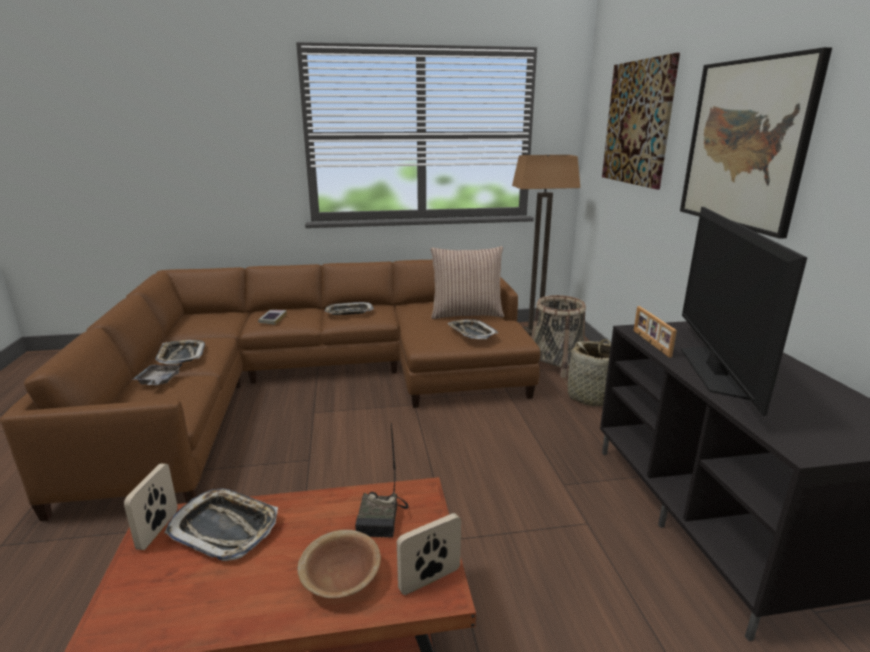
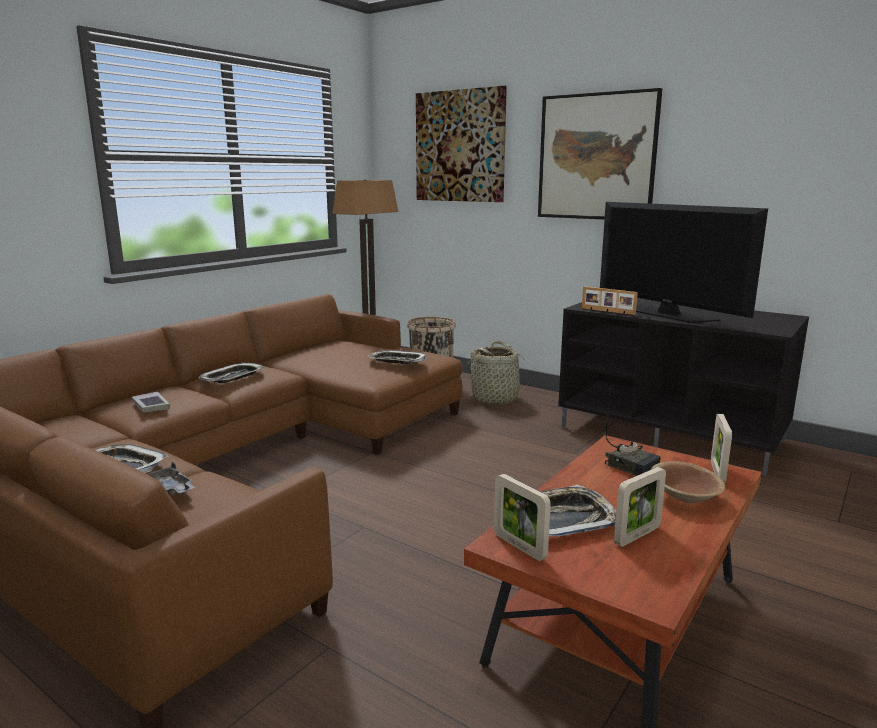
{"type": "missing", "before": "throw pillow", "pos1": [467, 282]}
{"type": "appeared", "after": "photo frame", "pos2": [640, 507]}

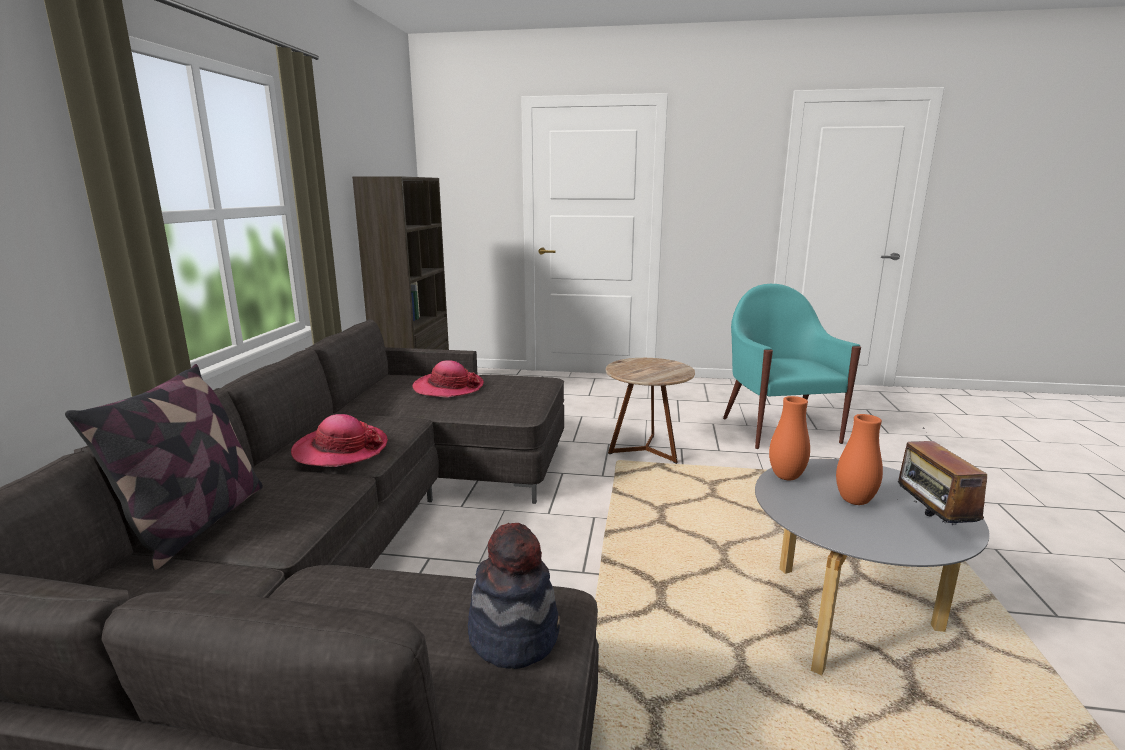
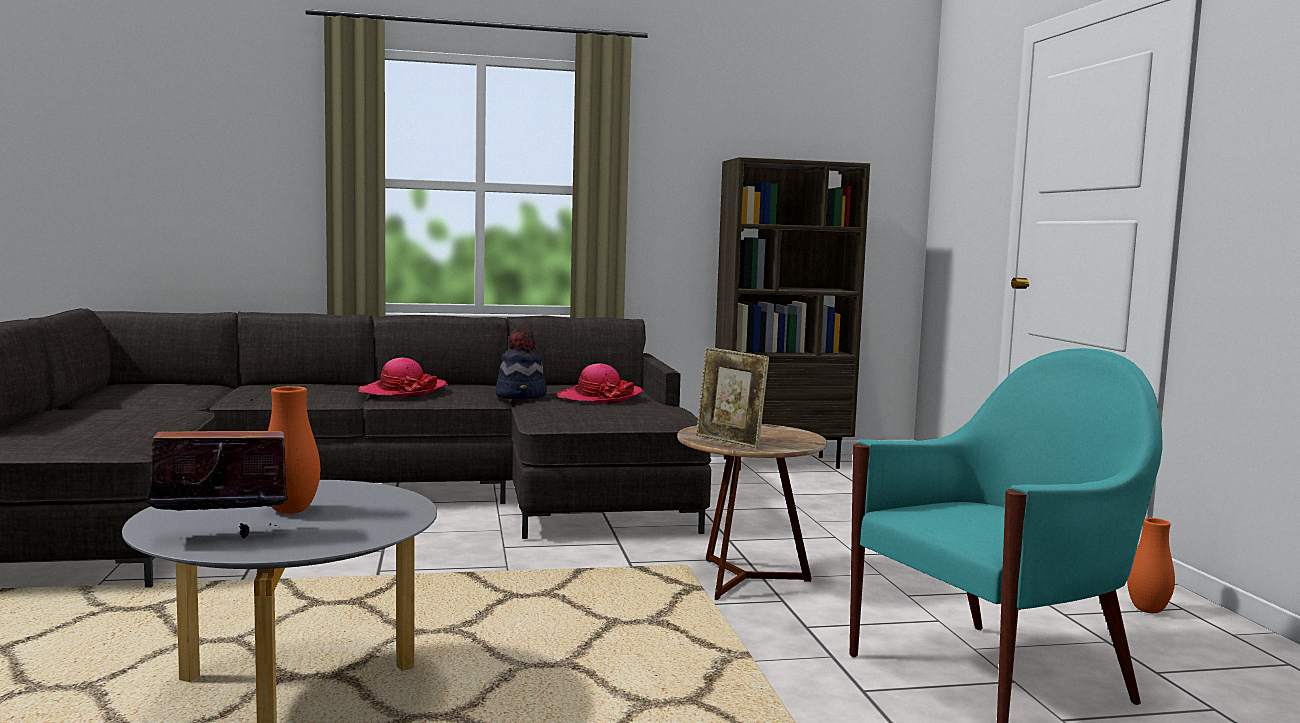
{"type": "missing", "before": "throw pillow", "pos1": [164, 467]}
{"type": "relocated", "before": "wearable hat", "pos1": [514, 596], "pos2": [521, 363]}
{"type": "relocated", "before": "decorative vase (orangey)", "pos1": [789, 438], "pos2": [1151, 565]}
{"type": "appeared", "after": "photo frame", "pos2": [732, 398]}

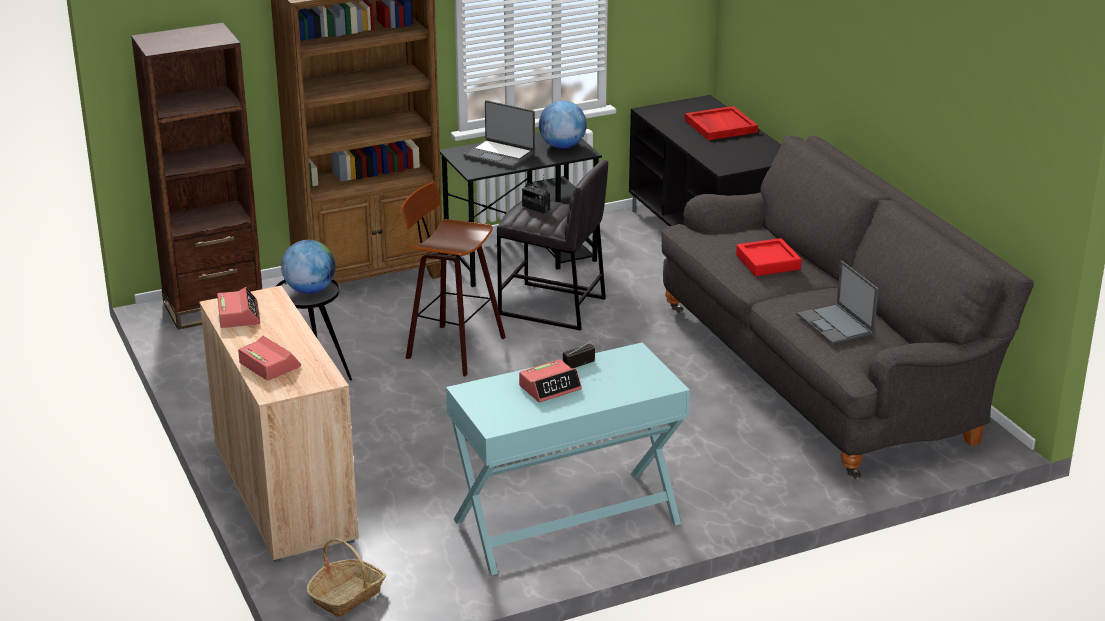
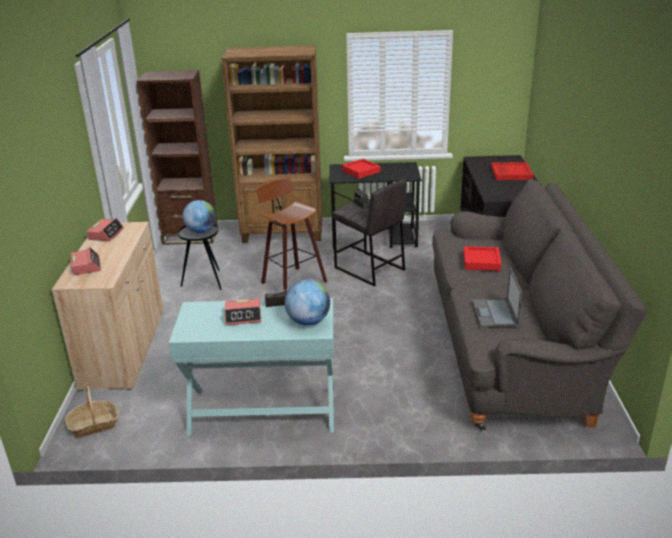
{"type": "exchanged", "before": "portable computer", "after": "serving tray (reddish)", "pos1": [499, 134], "pos2": [361, 169]}
{"type": "relocated", "before": "world globe", "pos1": [563, 124], "pos2": [307, 302]}

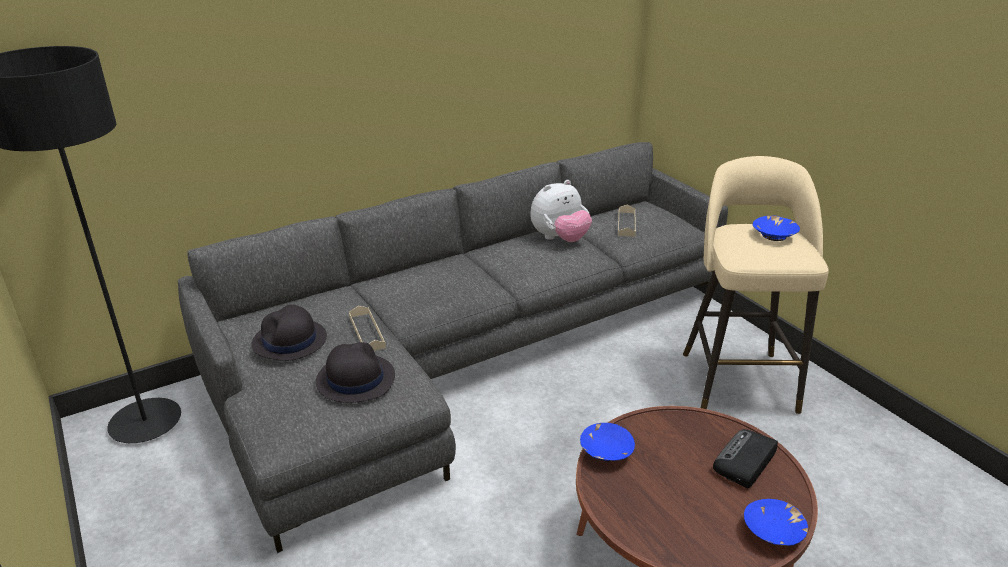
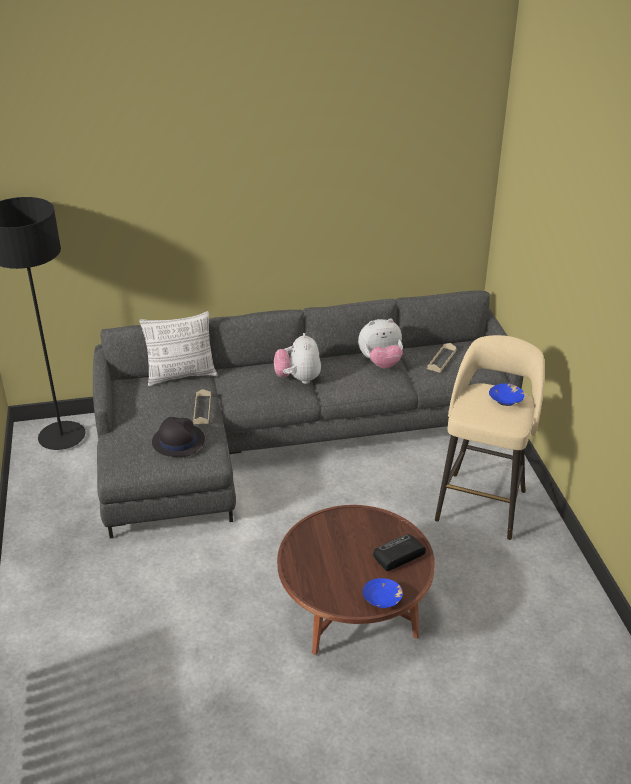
{"type": "missing", "before": "wearable hat (black-coloured)", "pos1": [289, 333]}
{"type": "missing", "before": "serving bowl (blue-coloured)", "pos1": [607, 442]}
{"type": "appeared", "after": "throw pillow", "pos2": [178, 348]}
{"type": "appeared", "after": "plush toy", "pos2": [297, 358]}

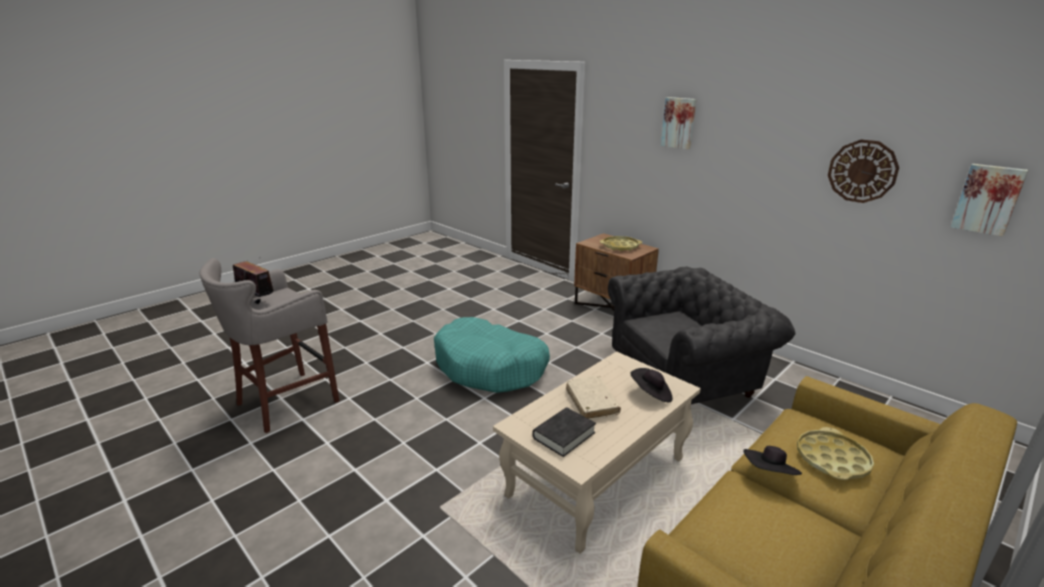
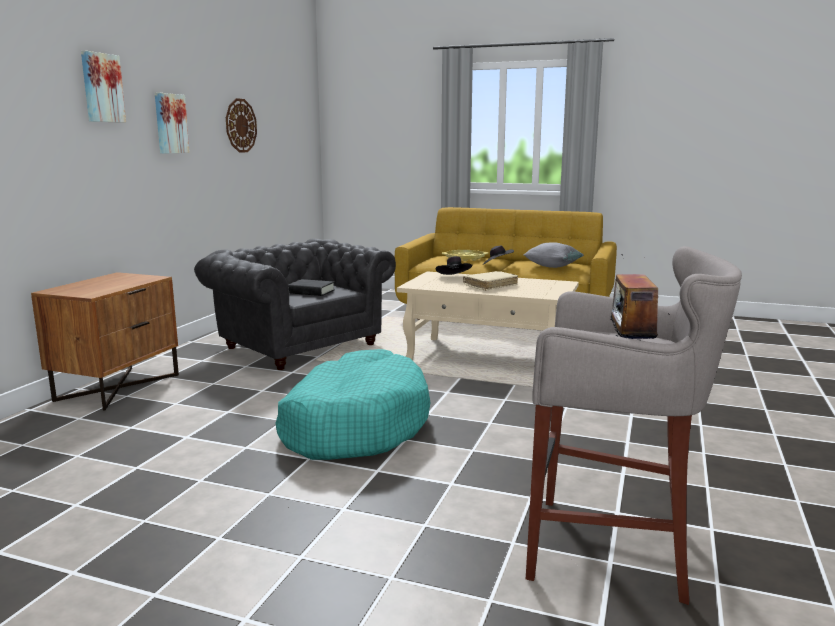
{"type": "relocated", "before": "volume (black-coloured)", "pos1": [564, 432], "pos2": [311, 287]}
{"type": "missing", "before": "serving tray (yellowish)", "pos1": [621, 243]}
{"type": "relocated", "before": "picture", "pos1": [989, 200], "pos2": [172, 123]}
{"type": "appeared", "after": "throw pillow (grey)", "pos2": [554, 255]}

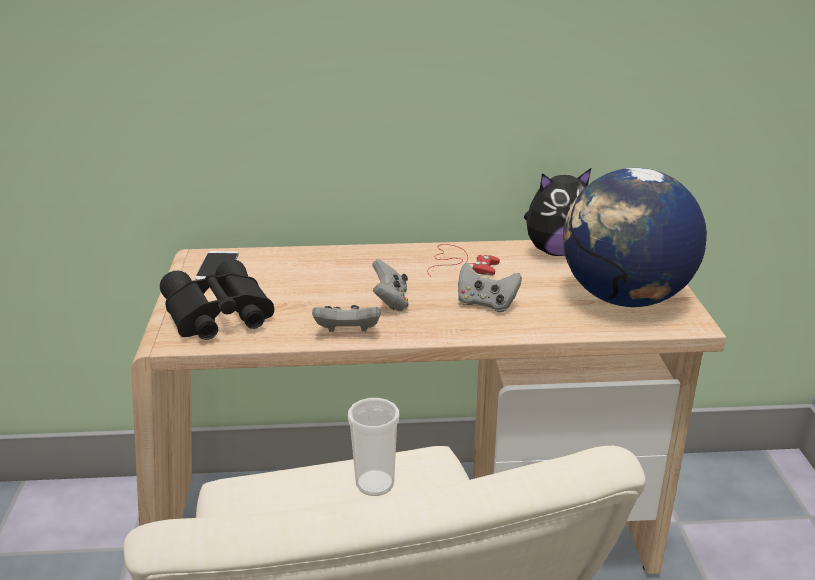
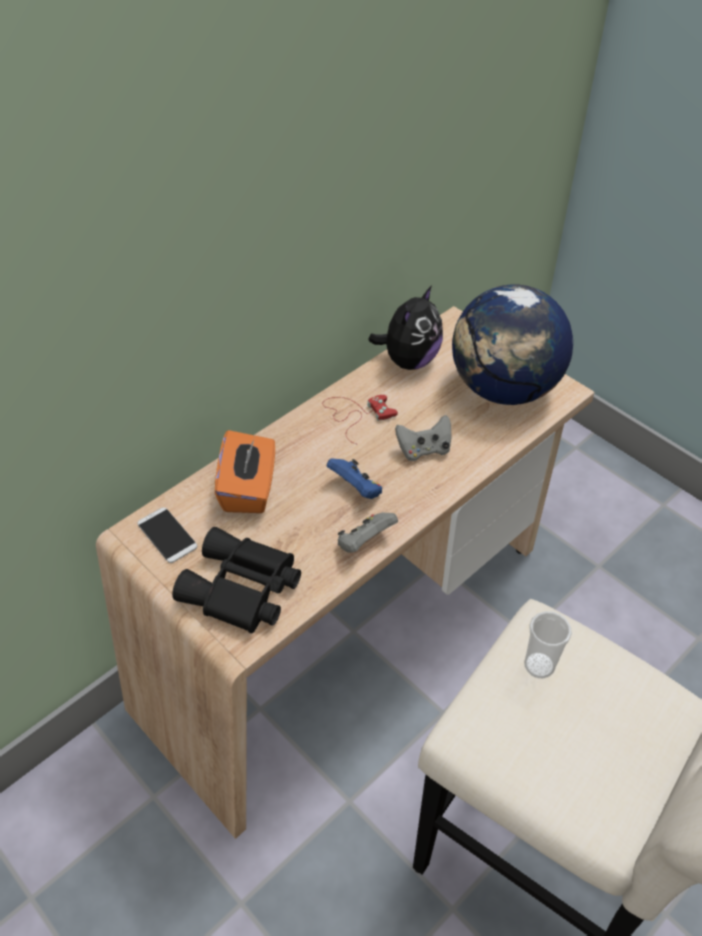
{"type": "colour", "before": "gamepad (grey)", "after": "gamepad (blue-coloured)", "pos1": [390, 285], "pos2": [354, 479]}
{"type": "appeared", "after": "tissue holder (orangey)", "pos2": [245, 471]}

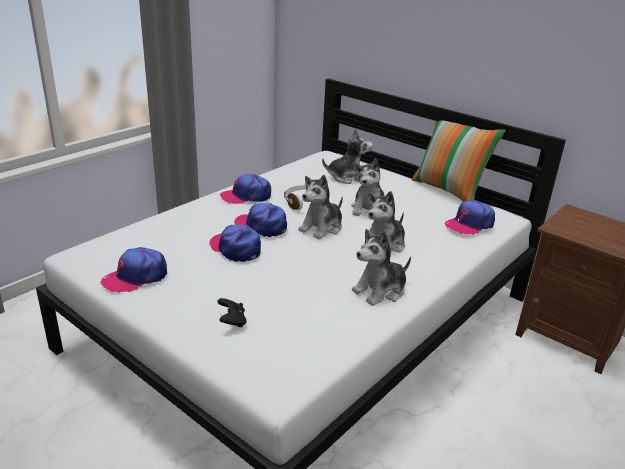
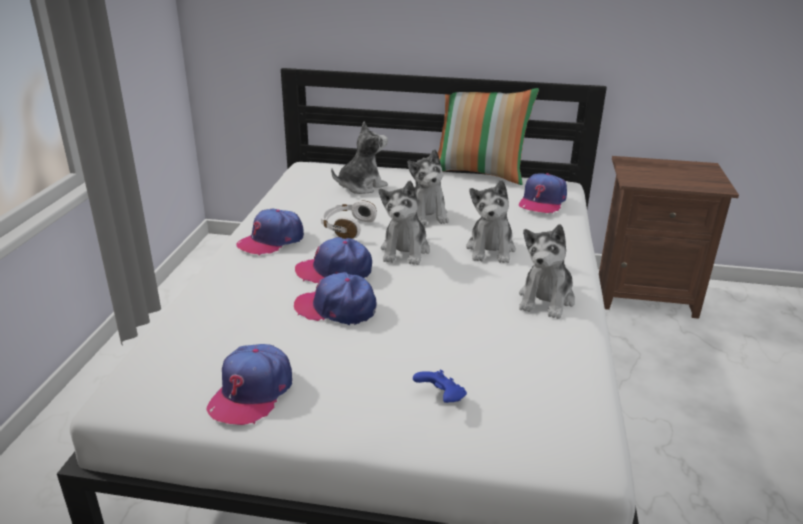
{"type": "colour", "before": "gamepad (black-coloured)", "after": "gamepad (blue-coloured)", "pos1": [232, 313], "pos2": [440, 386]}

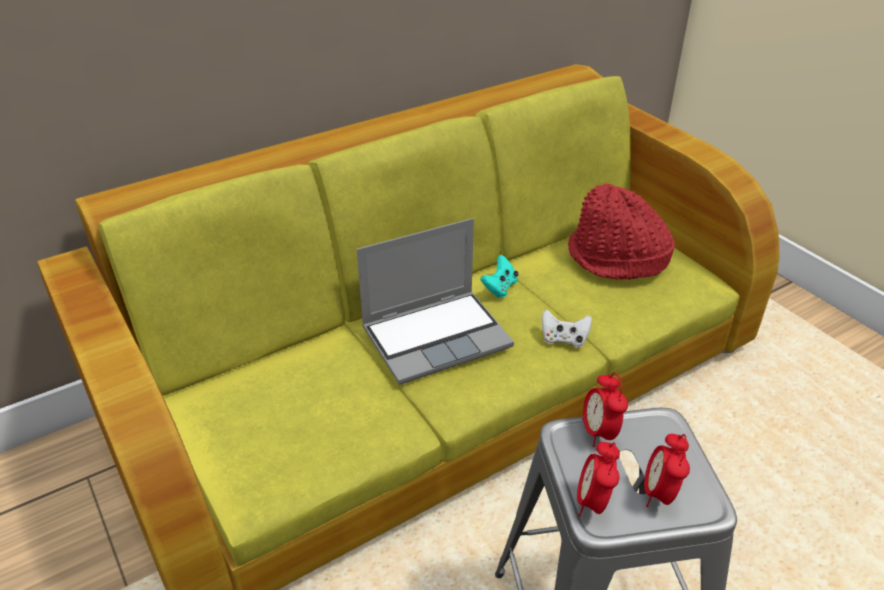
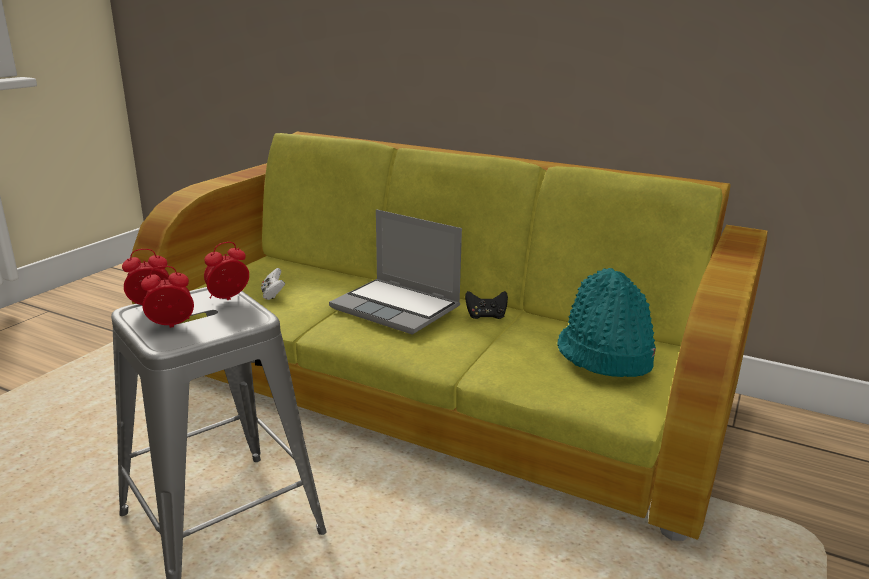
{"type": "colour", "before": "gamepad (blue-green)", "after": "gamepad (black-coloured)", "pos1": [499, 276], "pos2": [486, 305]}
{"type": "relocated", "before": "gamepad (white-coloured)", "pos1": [567, 329], "pos2": [273, 284]}
{"type": "colour", "before": "wearable hat (reddish)", "after": "wearable hat (blue-green)", "pos1": [621, 232], "pos2": [606, 322]}

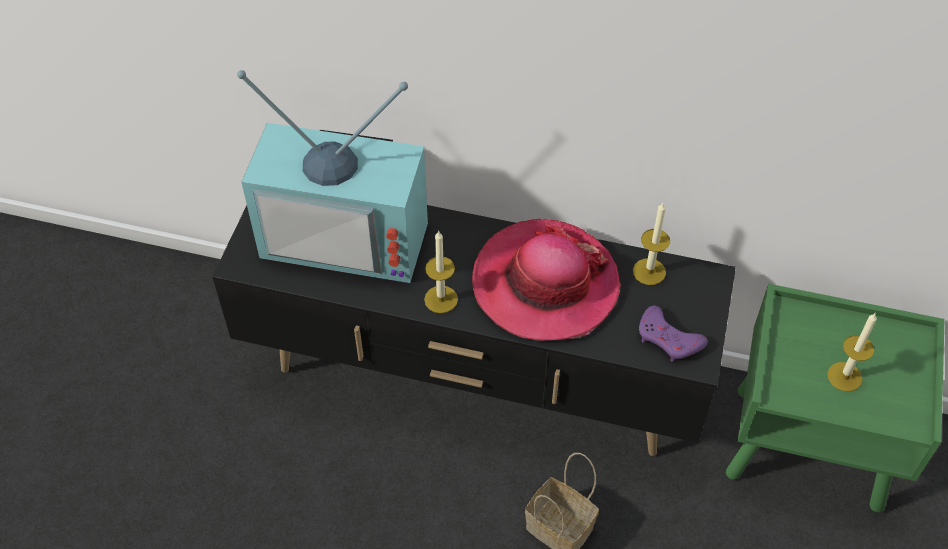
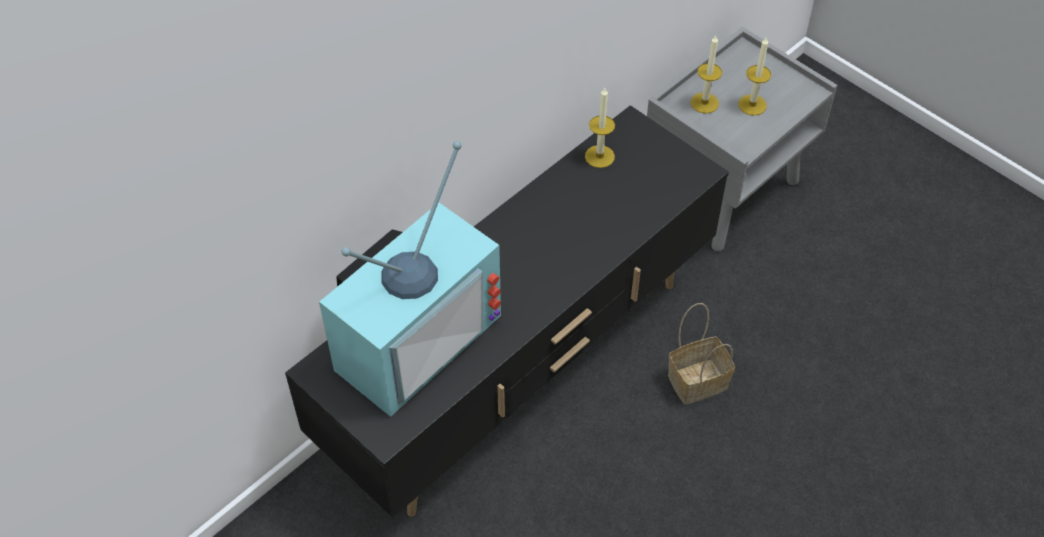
{"type": "relocated", "before": "candle", "pos1": [441, 271], "pos2": [706, 74]}
{"type": "missing", "before": "wearable hat", "pos1": [546, 280]}
{"type": "missing", "before": "gamepad (purple)", "pos1": [673, 333]}
{"type": "colour", "before": "bedside table (green)", "after": "bedside table (grey)", "pos1": [835, 398], "pos2": [742, 139]}

